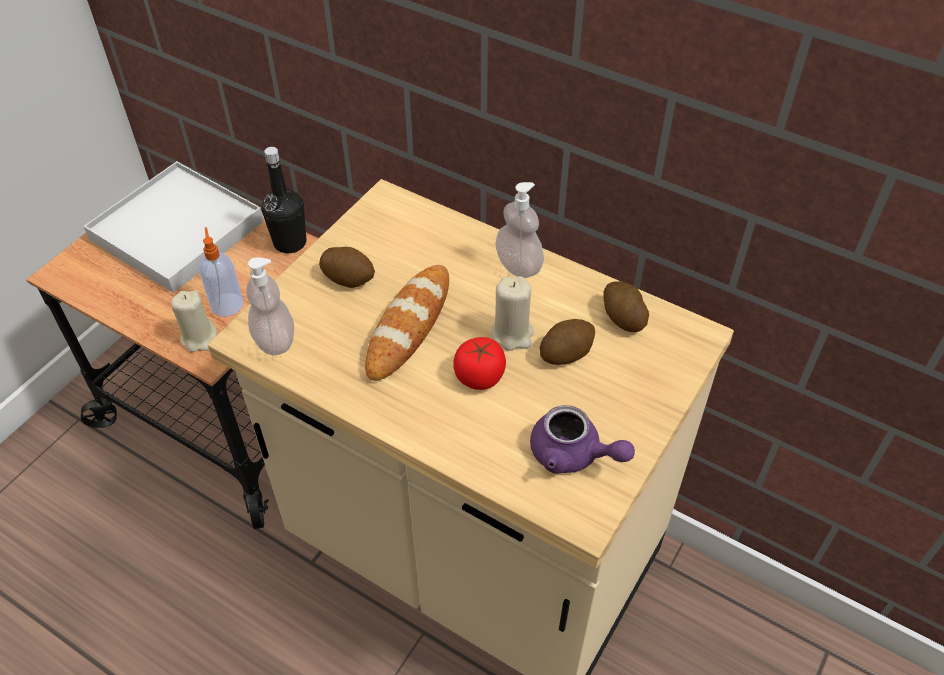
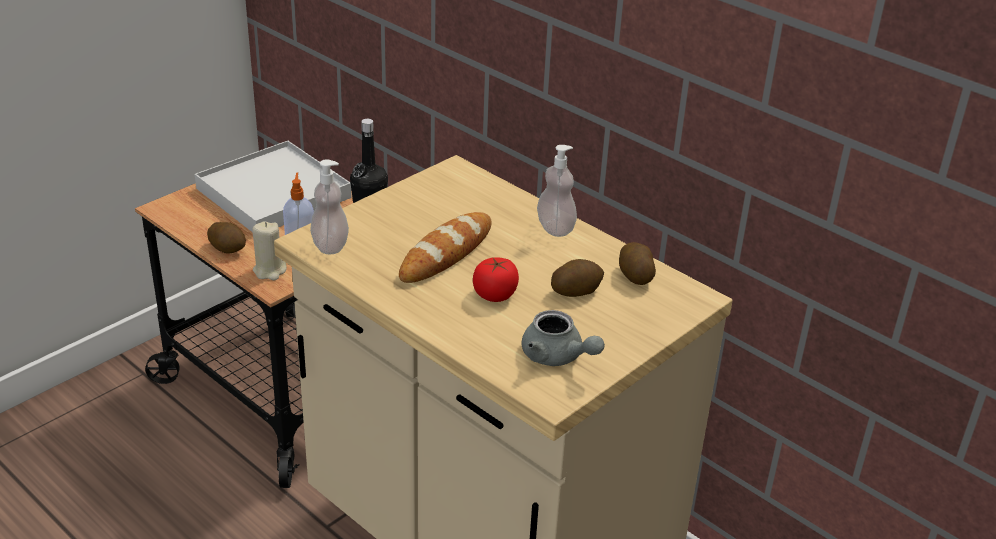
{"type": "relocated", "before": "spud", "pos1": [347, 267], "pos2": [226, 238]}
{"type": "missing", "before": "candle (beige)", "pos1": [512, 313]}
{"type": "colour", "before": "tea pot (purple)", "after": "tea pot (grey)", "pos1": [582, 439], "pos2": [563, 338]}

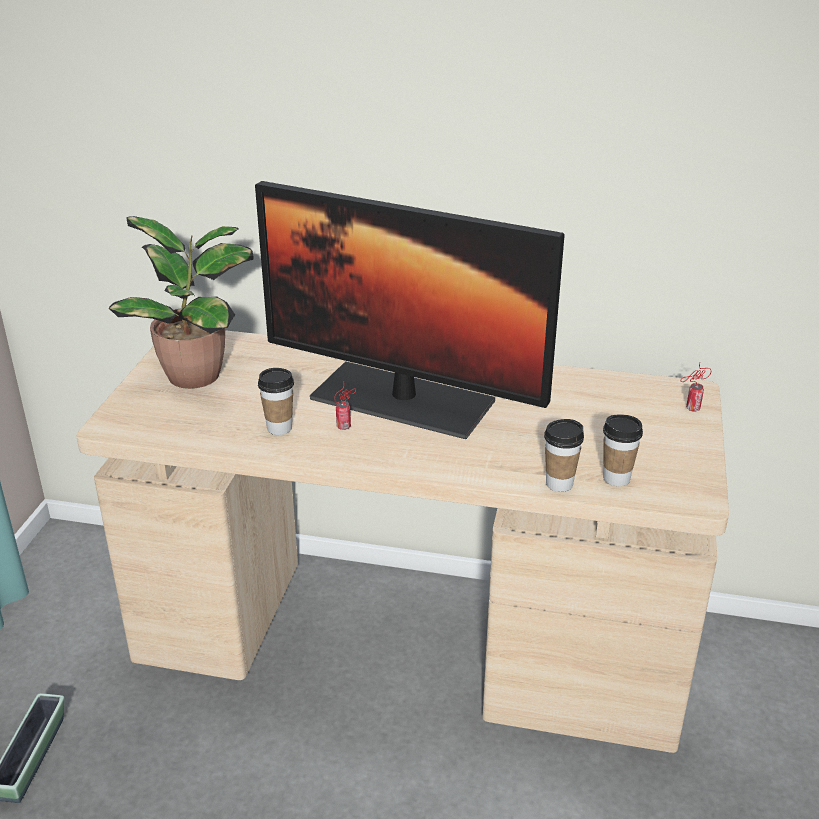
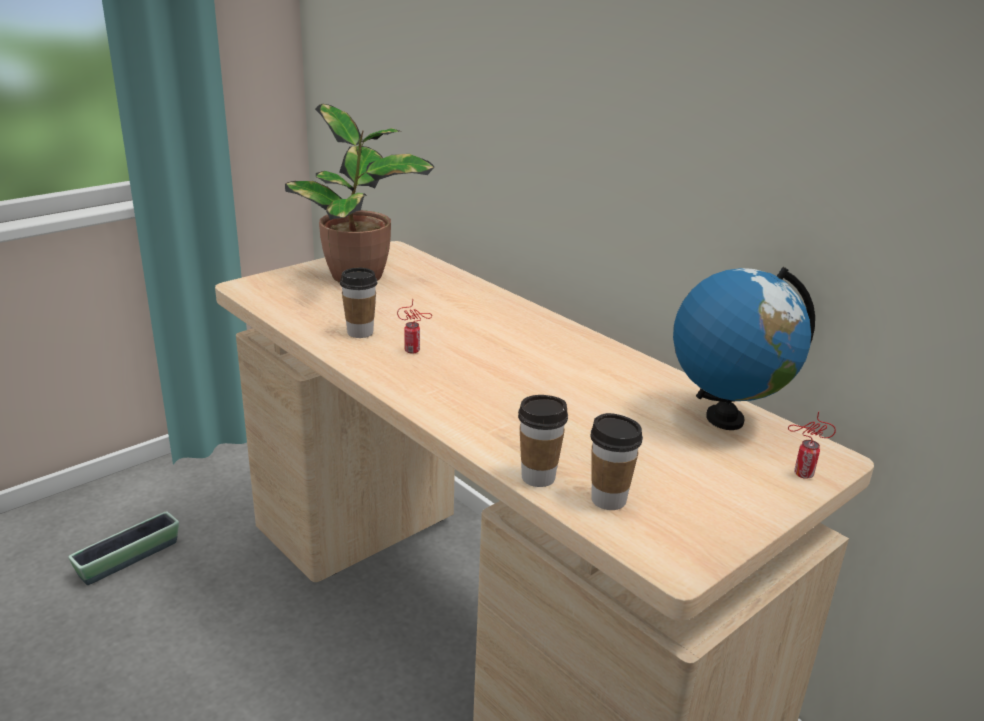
{"type": "missing", "before": "computer screen", "pos1": [410, 310]}
{"type": "appeared", "after": "world globe", "pos2": [744, 348]}

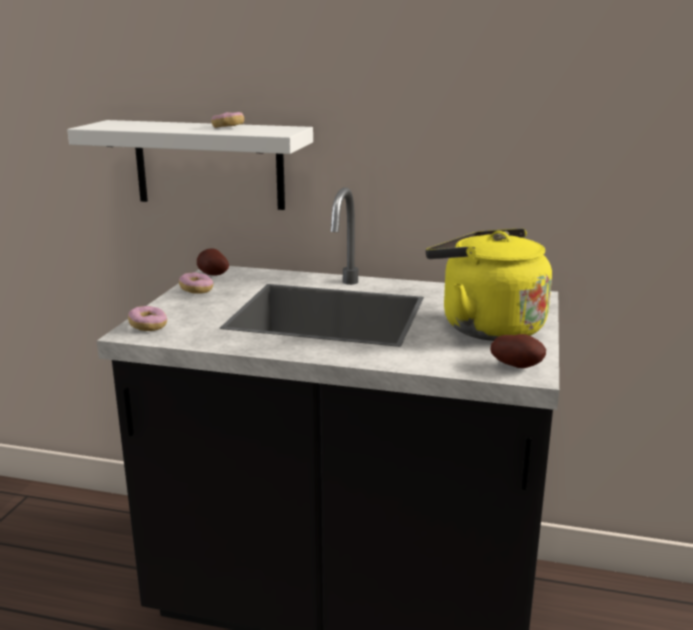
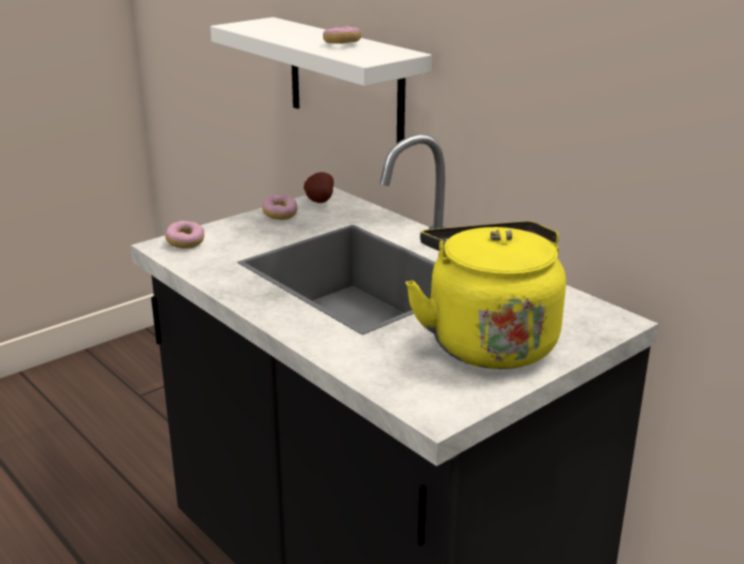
{"type": "missing", "before": "spud", "pos1": [518, 351]}

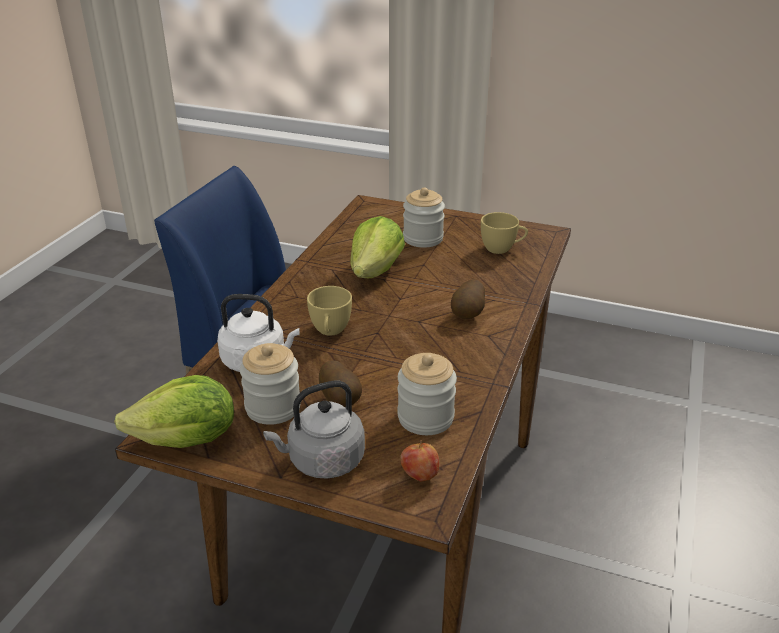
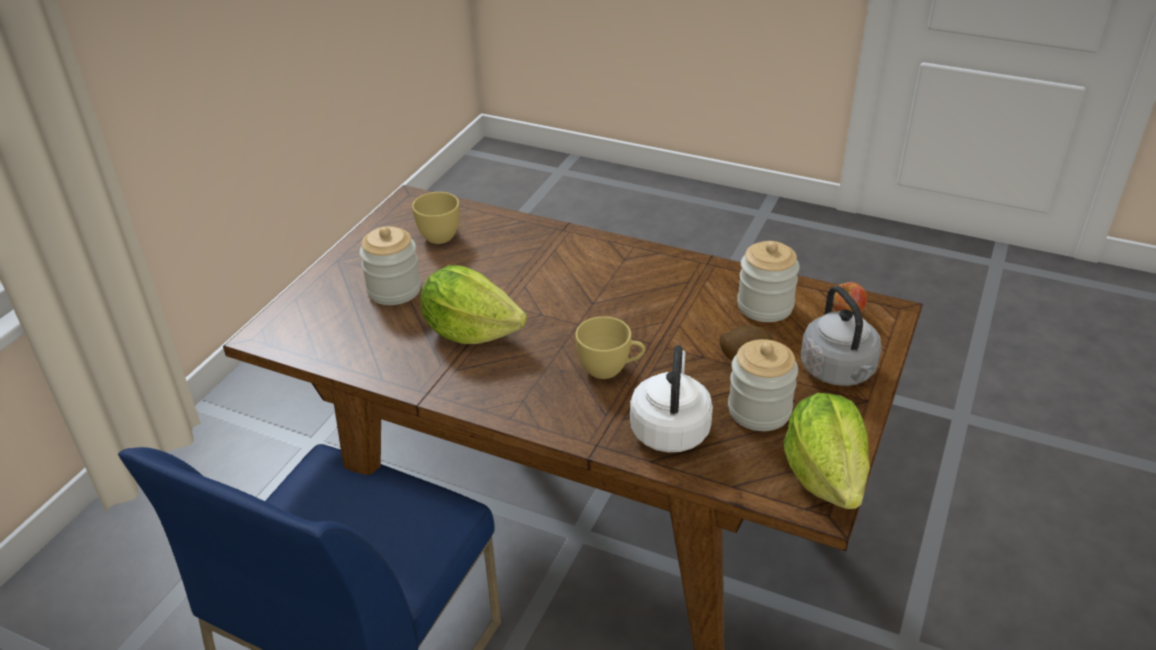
{"type": "missing", "before": "spud", "pos1": [468, 299]}

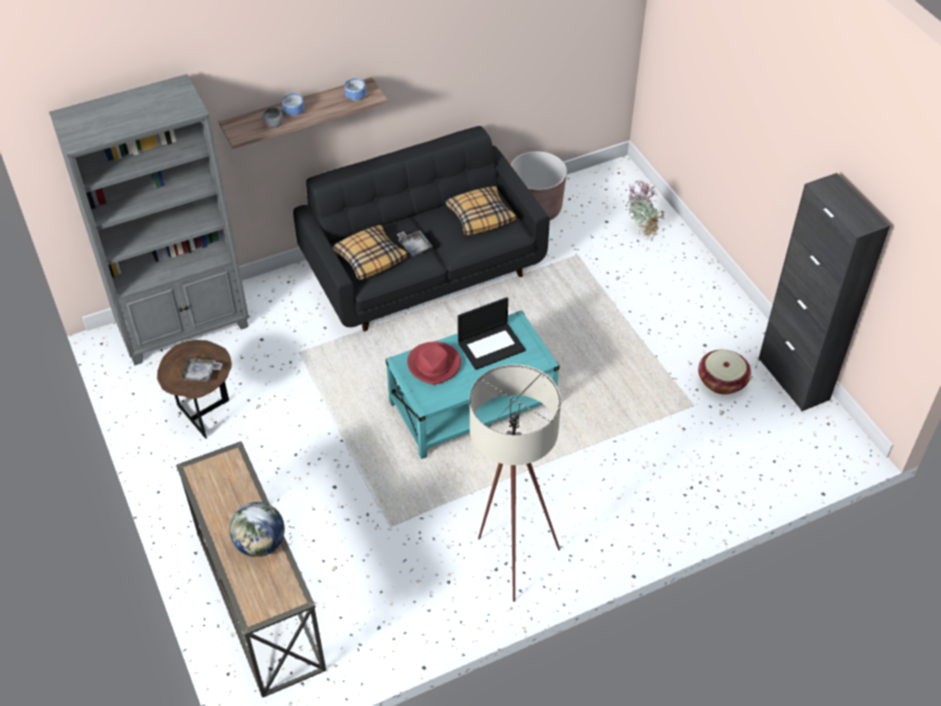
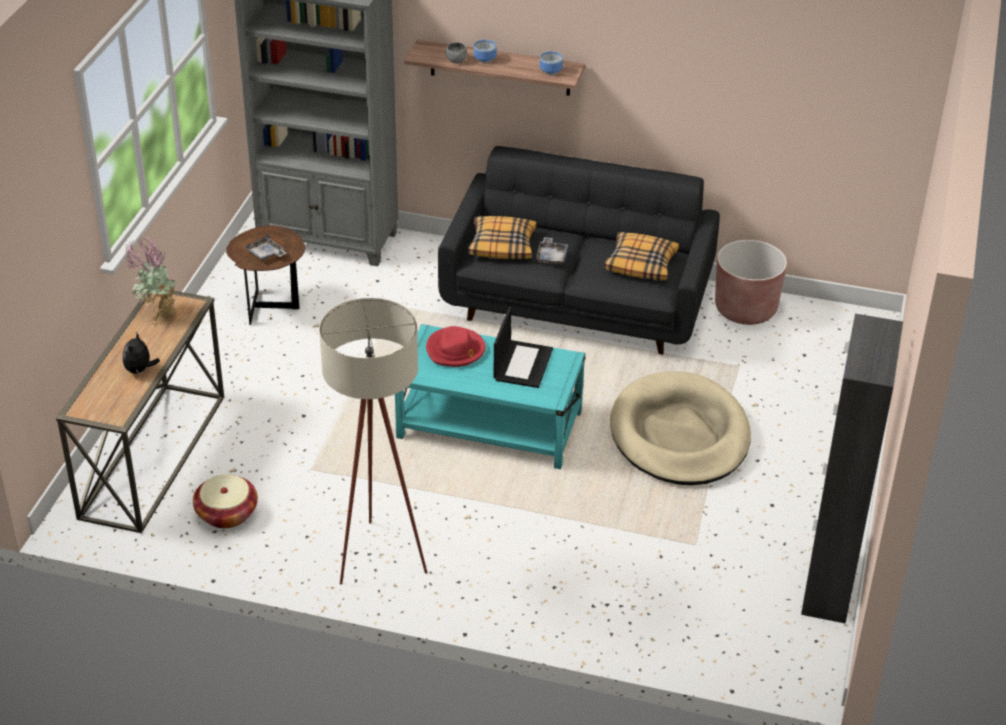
{"type": "exchanged", "before": "world globe", "after": "plush toy", "pos1": [257, 529], "pos2": [141, 353]}
{"type": "spun", "before": "portable computer", "pos1": [492, 333], "pos2": [523, 347], "turn": -90}
{"type": "relocated", "before": "houseplant", "pos1": [646, 209], "pos2": [152, 281]}
{"type": "relocated", "before": "basket", "pos1": [724, 372], "pos2": [225, 501]}
{"type": "appeared", "after": "dog bed (beige)", "pos2": [680, 428]}

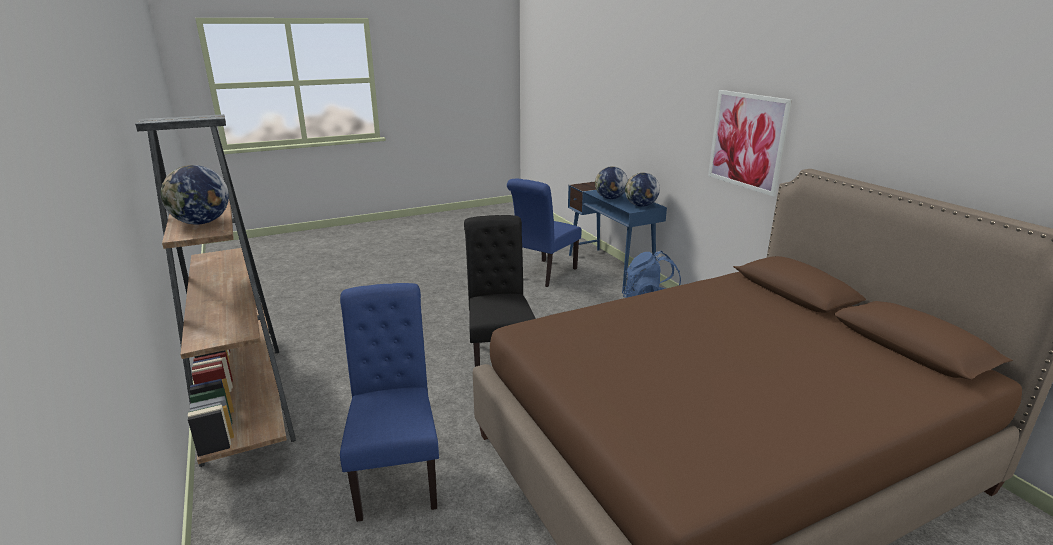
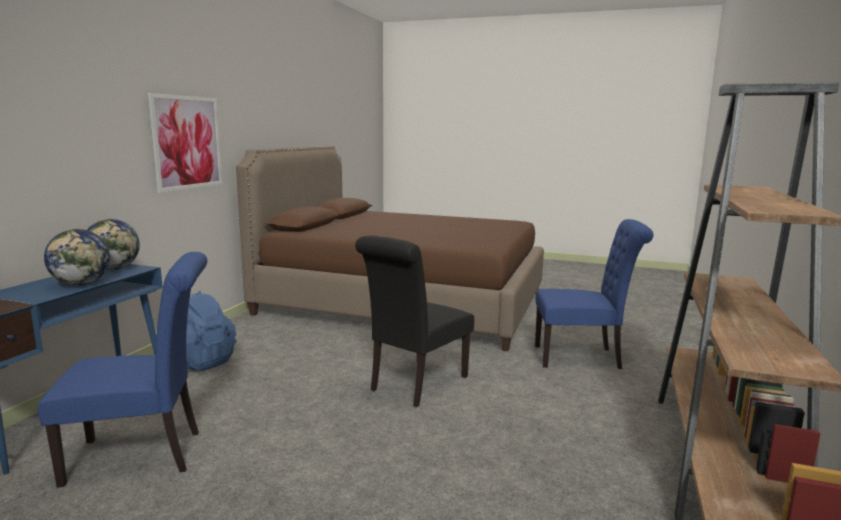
{"type": "missing", "before": "world globe", "pos1": [194, 195]}
{"type": "spun", "before": "plain chair (blue-coloured)", "pos1": [389, 402], "pos2": [594, 294], "turn": -120}

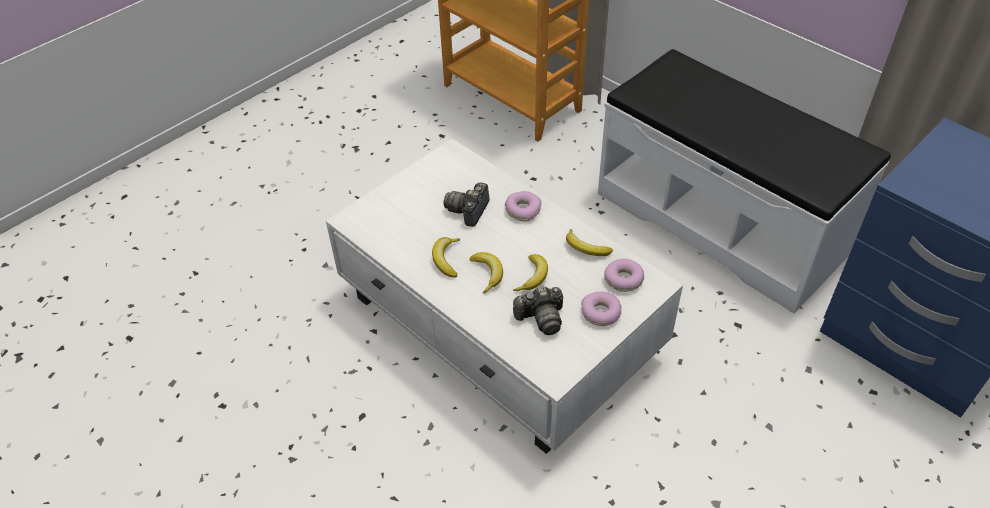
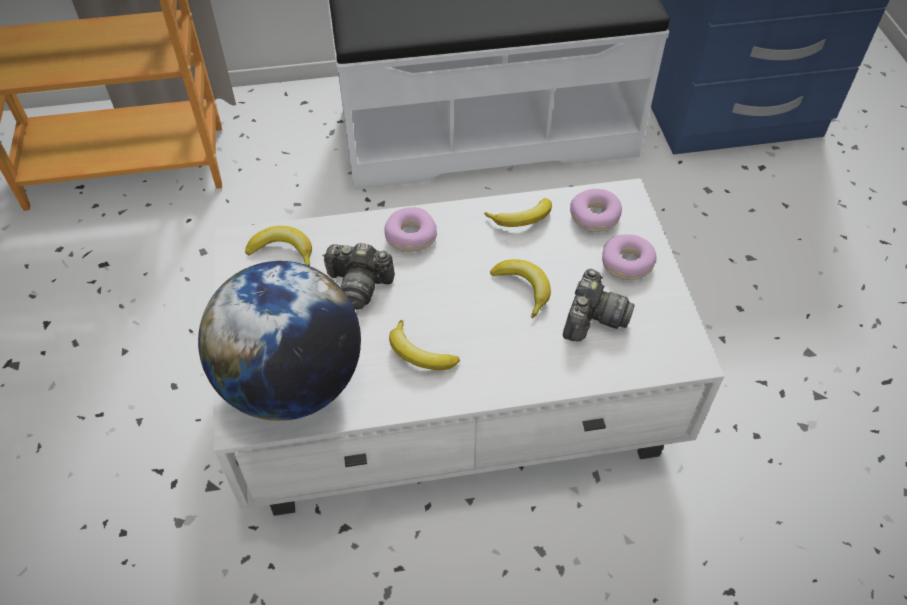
{"type": "spun", "before": "still camera", "pos1": [466, 204], "pos2": [358, 276], "turn": -45}
{"type": "relocated", "before": "banana", "pos1": [486, 273], "pos2": [278, 246]}
{"type": "appeared", "after": "world globe", "pos2": [279, 341]}

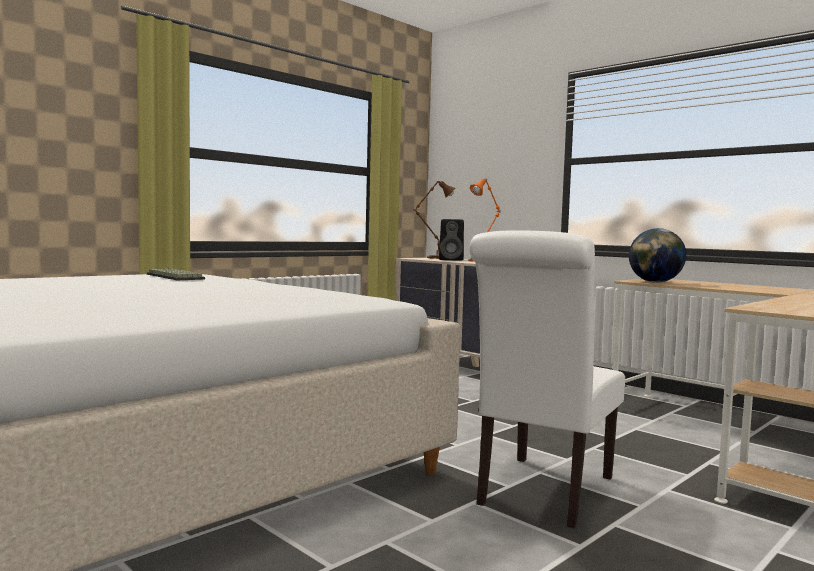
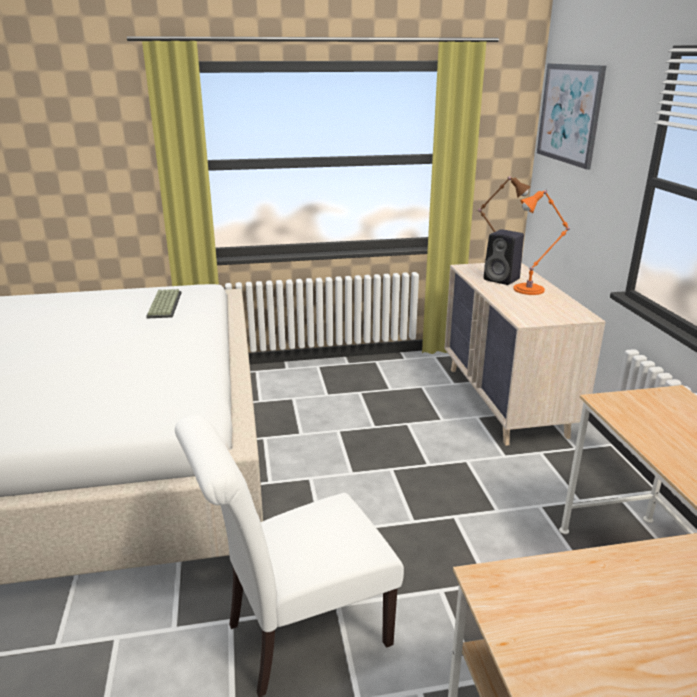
{"type": "missing", "before": "world globe", "pos1": [657, 255]}
{"type": "appeared", "after": "picture", "pos2": [571, 116]}

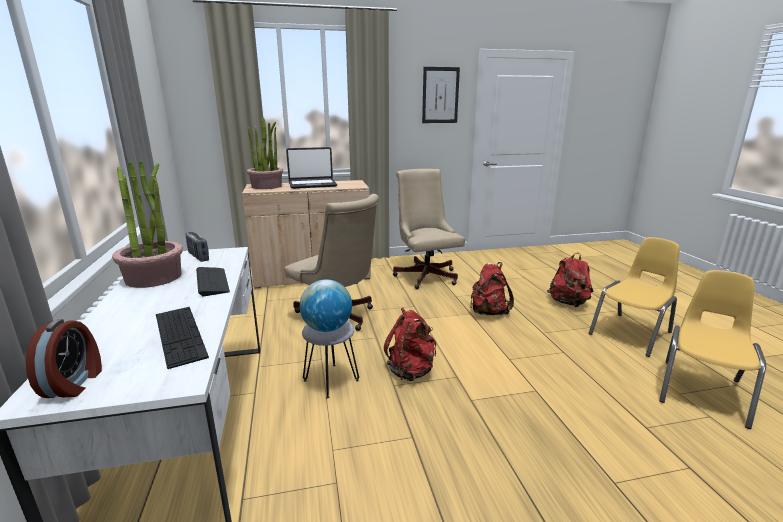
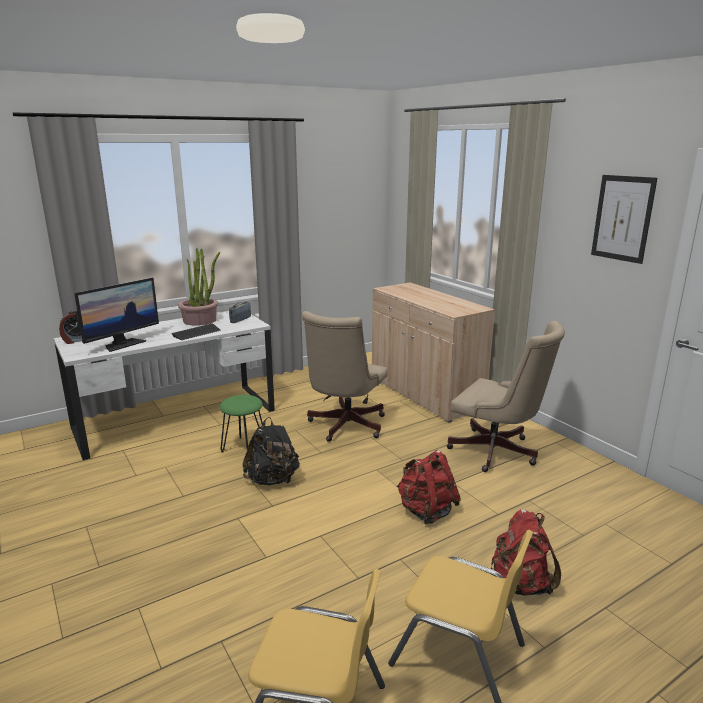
{"type": "exchanged", "before": "keyboard", "after": "computer screen", "pos1": [182, 338], "pos2": [116, 315]}
{"type": "missing", "before": "houseplant", "pos1": [265, 153]}
{"type": "missing", "before": "portable computer", "pos1": [311, 168]}
{"type": "missing", "before": "world globe", "pos1": [326, 305]}
{"type": "colour", "before": "sitting stool (grey)", "after": "sitting stool (green)", "pos1": [330, 359], "pos2": [241, 423]}
{"type": "colour", "before": "knapsack (reddish)", "after": "knapsack (black-coloured)", "pos1": [410, 344], "pos2": [271, 451]}
{"type": "spun", "before": "desk chair (beige)", "pos1": [429, 229], "pos2": [506, 396], "turn": 75}

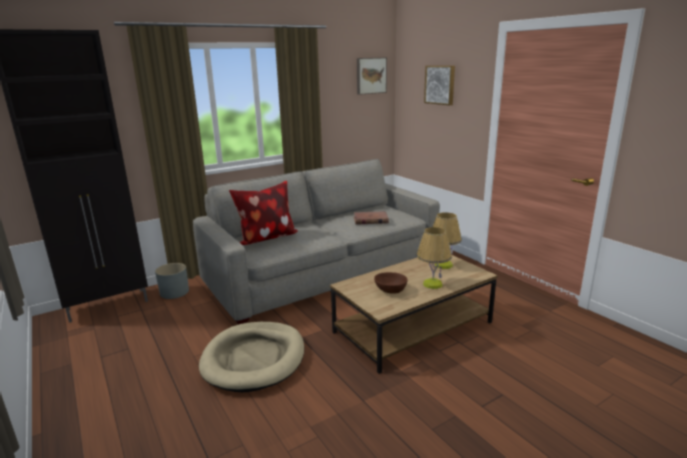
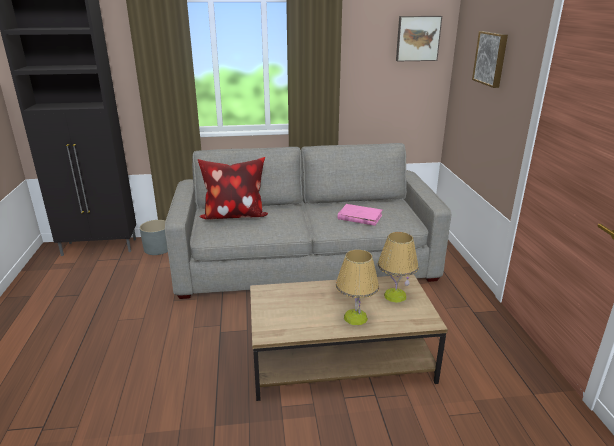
{"type": "missing", "before": "dog bed (beige)", "pos1": [251, 357]}
{"type": "colour", "before": "volume (brown-coloured)", "after": "volume (pink-coloured)", "pos1": [371, 218], "pos2": [359, 215]}
{"type": "missing", "before": "serving bowl (brown-coloured)", "pos1": [390, 282]}

